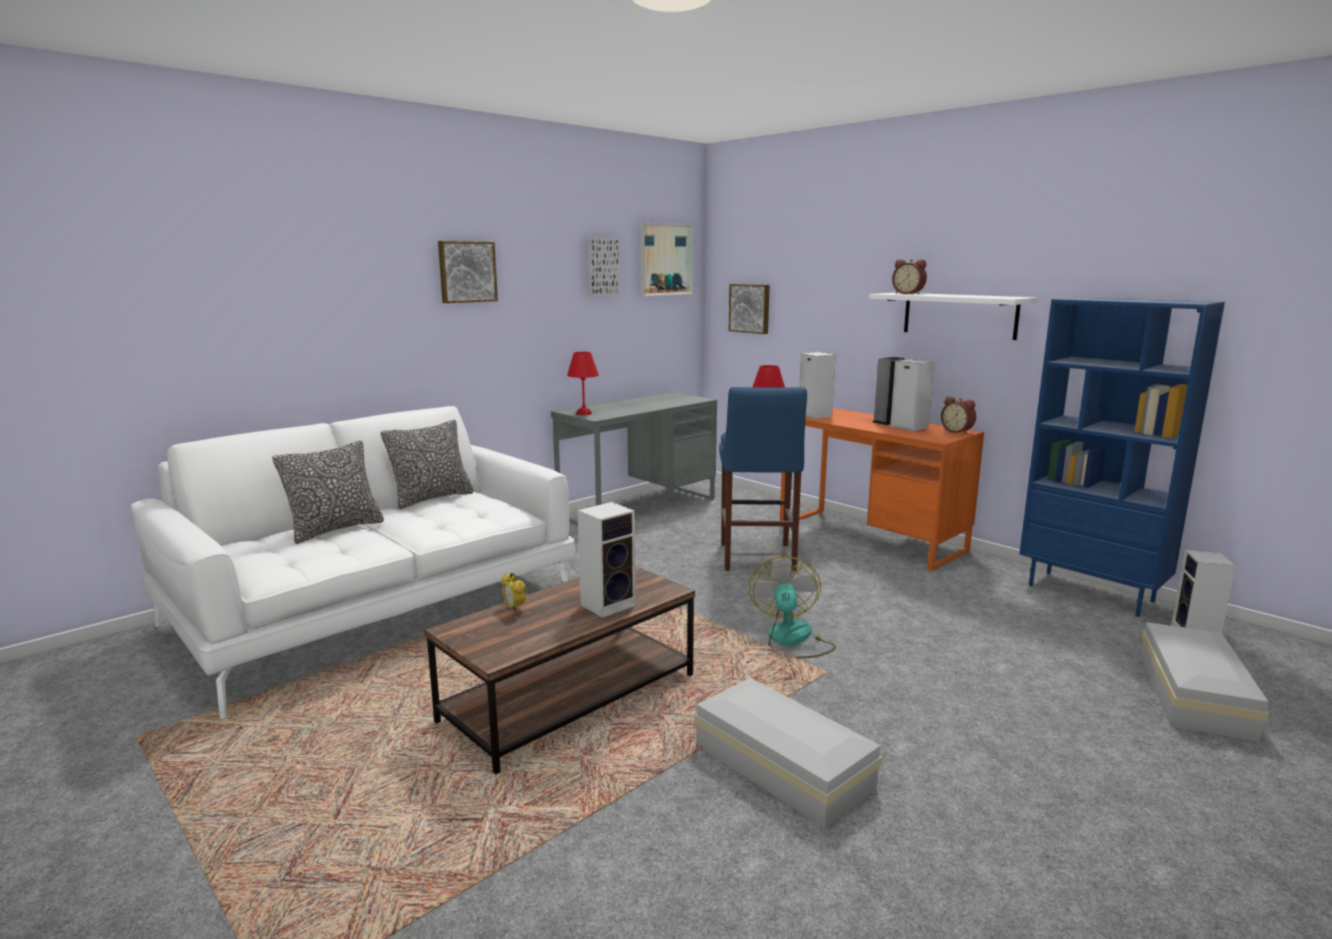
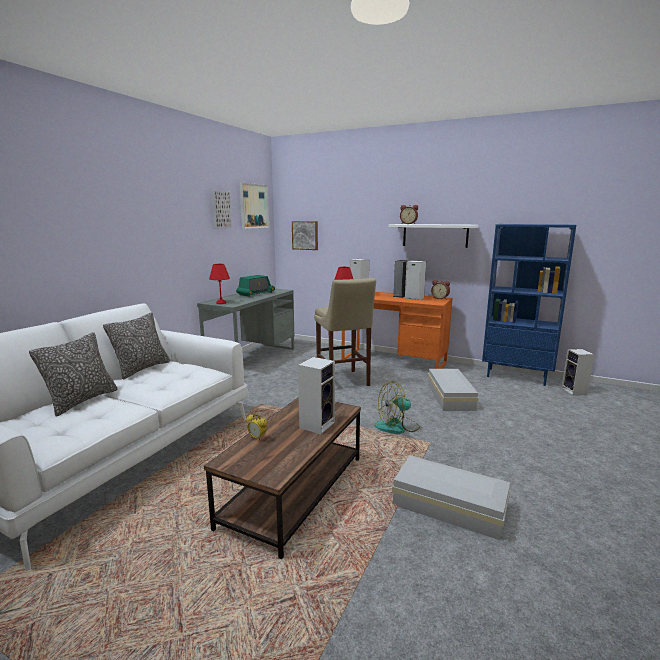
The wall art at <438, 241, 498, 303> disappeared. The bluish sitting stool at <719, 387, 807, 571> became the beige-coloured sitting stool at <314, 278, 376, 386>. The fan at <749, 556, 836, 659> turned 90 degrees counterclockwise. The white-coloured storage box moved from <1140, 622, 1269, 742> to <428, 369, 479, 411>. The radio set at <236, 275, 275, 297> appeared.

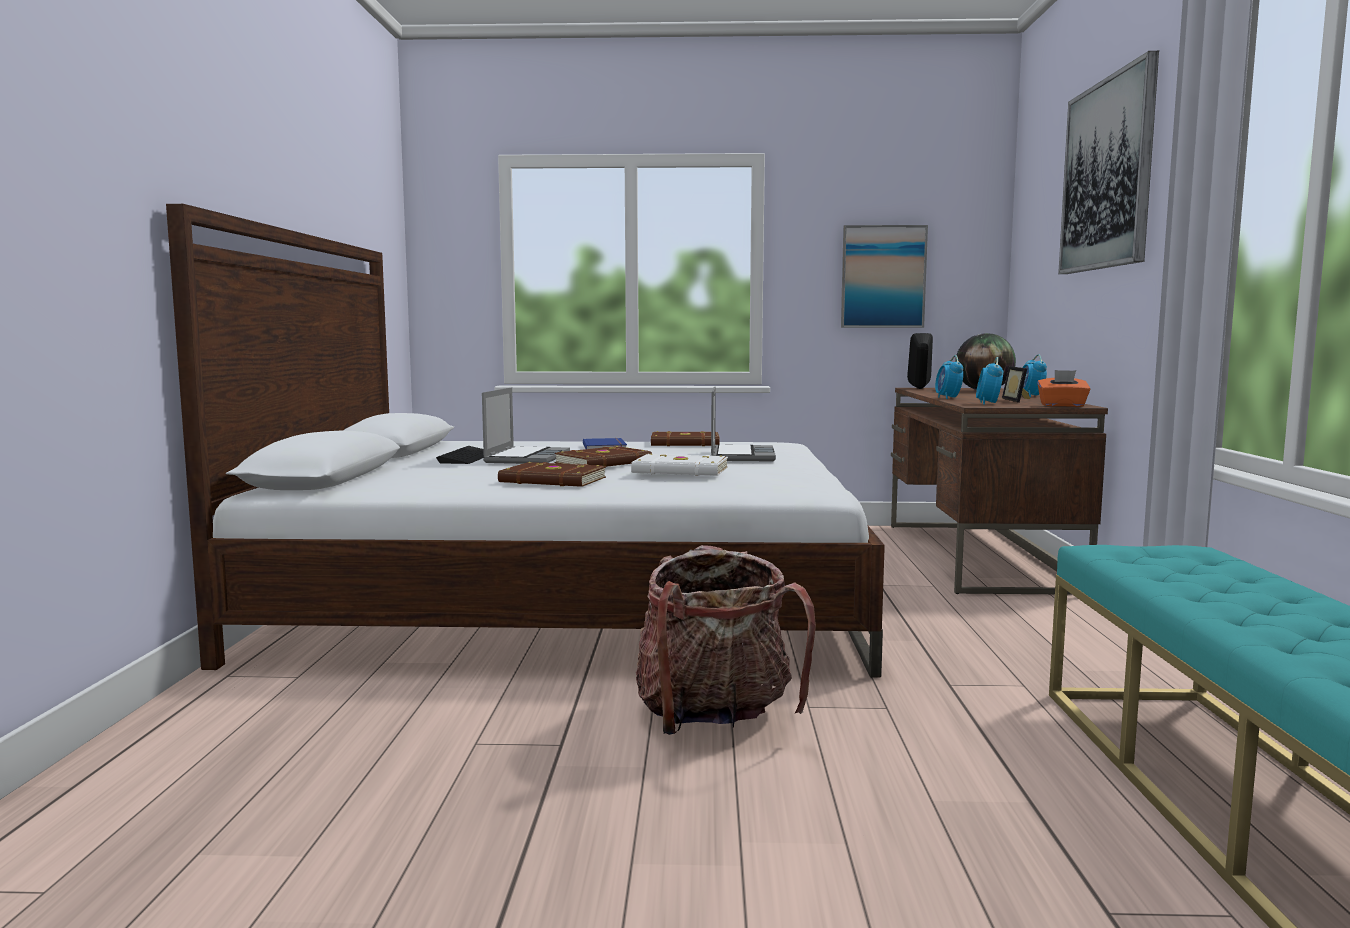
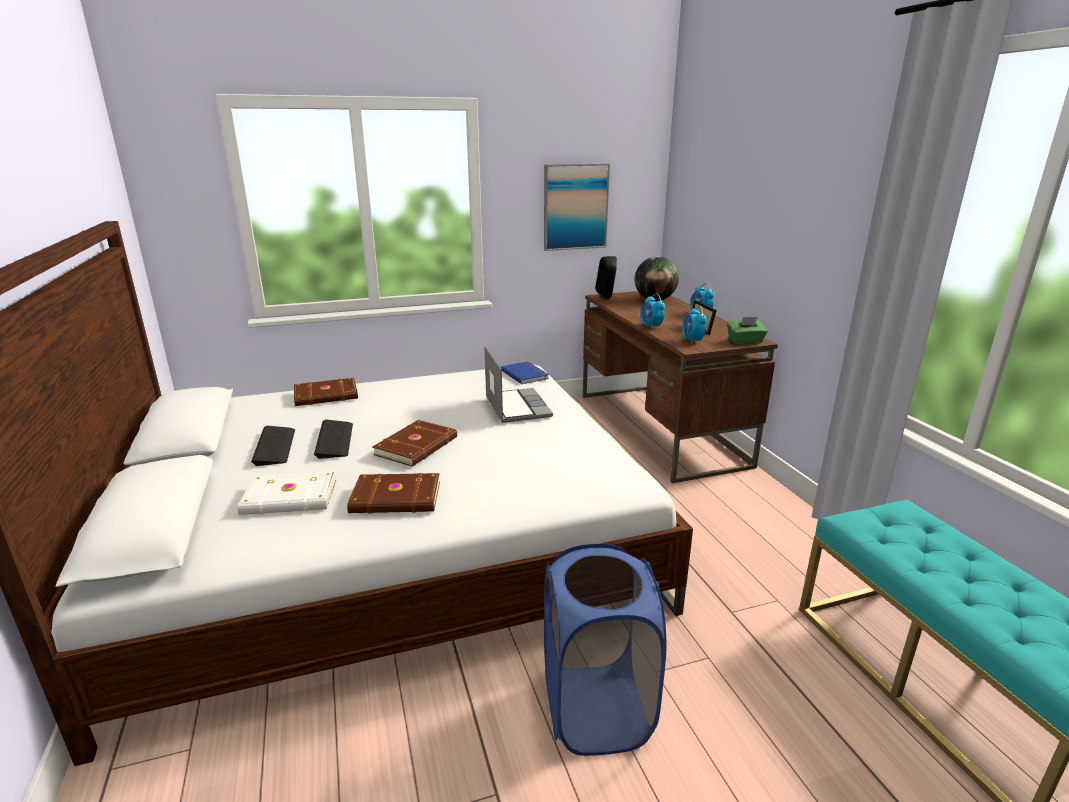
The notebook computer at <482, 387, 570, 464> was replaced by the keyboard at <314, 420, 353, 459>. The bluish book moved from <583, 438, 627, 449> to <501, 361, 549, 384>. The white-coloured book moved from <631, 453, 728, 476> to <237, 472, 337, 515>. The knapsack at <636, 545, 816, 735> was replaced by the bluish laundry basket at <544, 544, 667, 756>. The brown book moved from <651, 431, 719, 446> to <294, 378, 358, 406>. The orangey box of tissues at <1037, 370, 1091, 407> became the greenish box of tissues at <727, 317, 768, 344>. The wall art at <1058, 51, 1159, 274> disappeared.

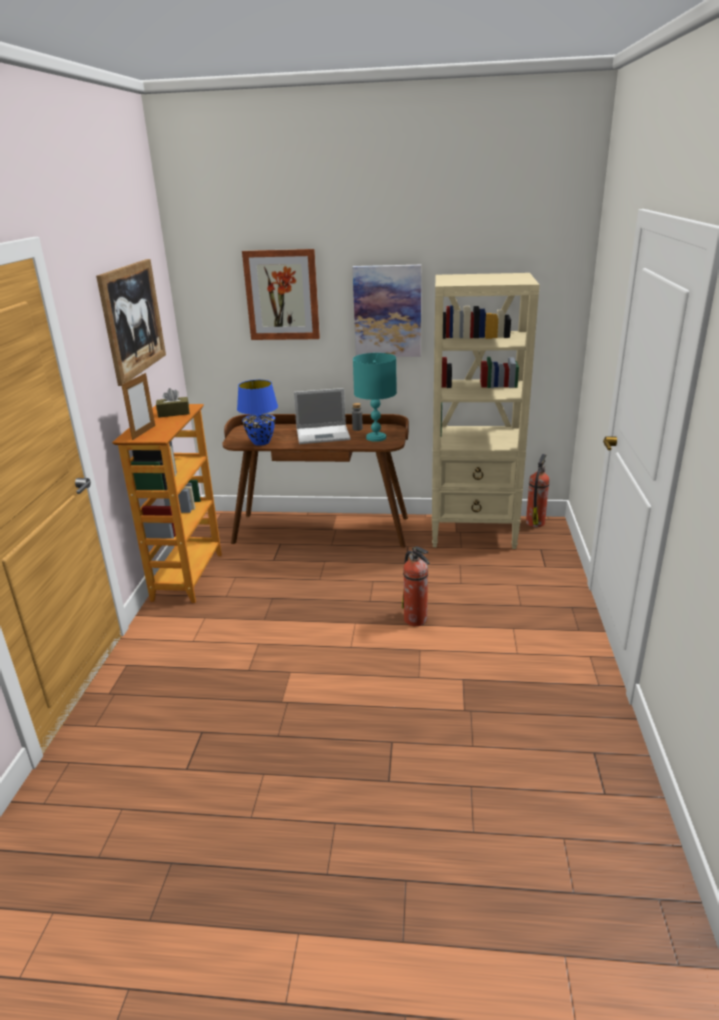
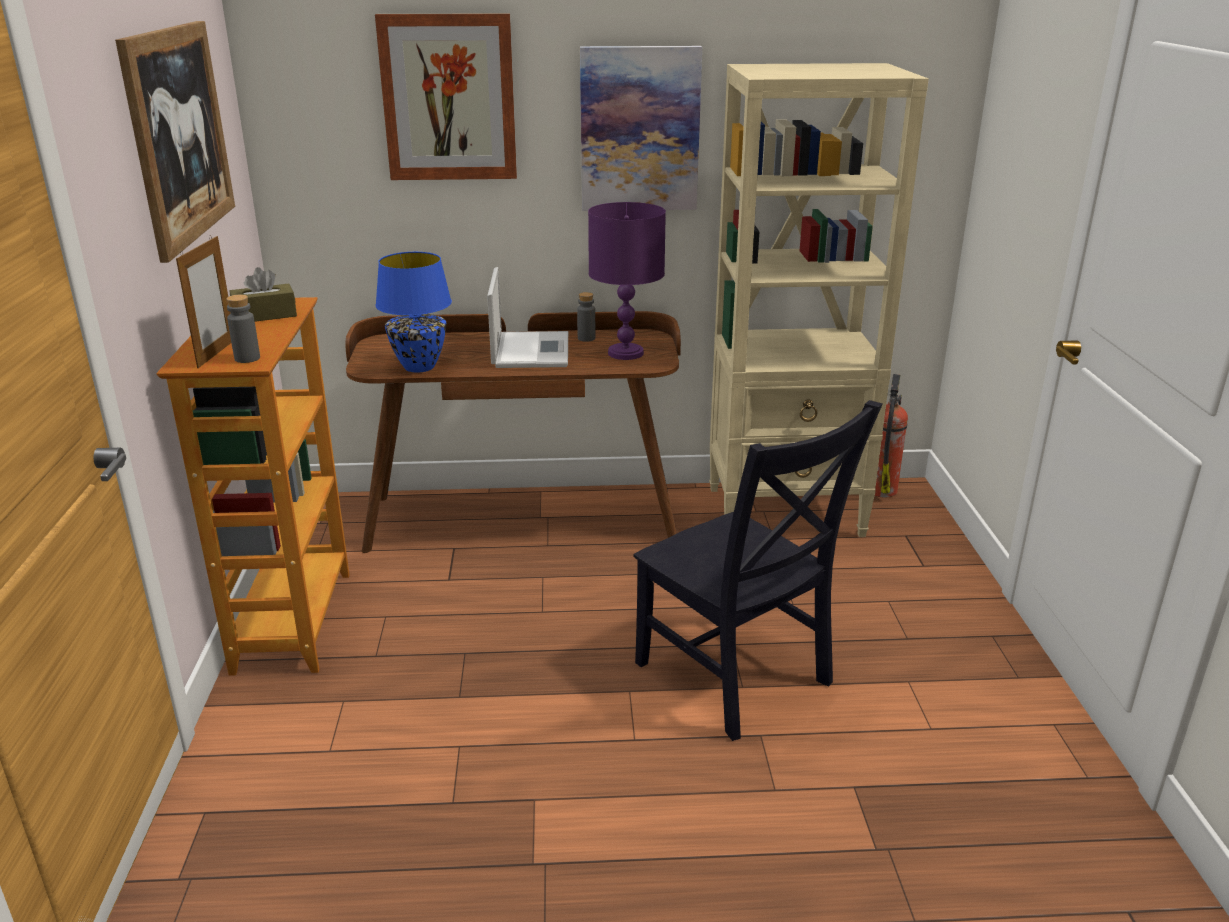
The notebook computer at <294, 388, 351, 444> turned 75 degrees counterclockwise. The turquoise table lamp at <353, 353, 397, 442> became the purple-coloured table lamp at <588, 202, 666, 360>. The fire-fighting cylinder at <402, 546, 430, 626> was replaced by the black-coloured upright chair at <634, 400, 883, 741>. The grey bottle at <226, 295, 260, 363> appeared.

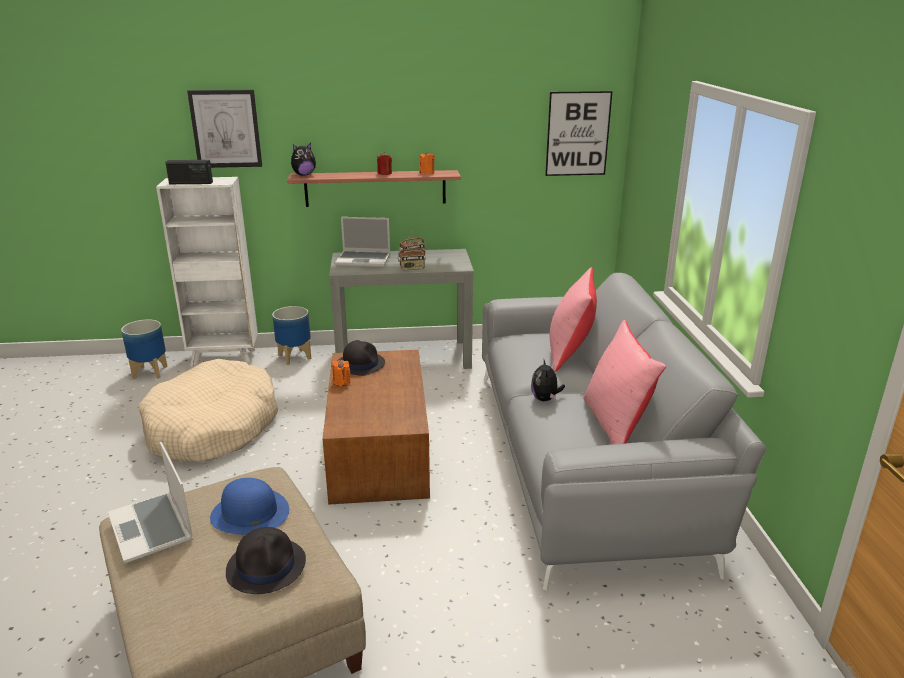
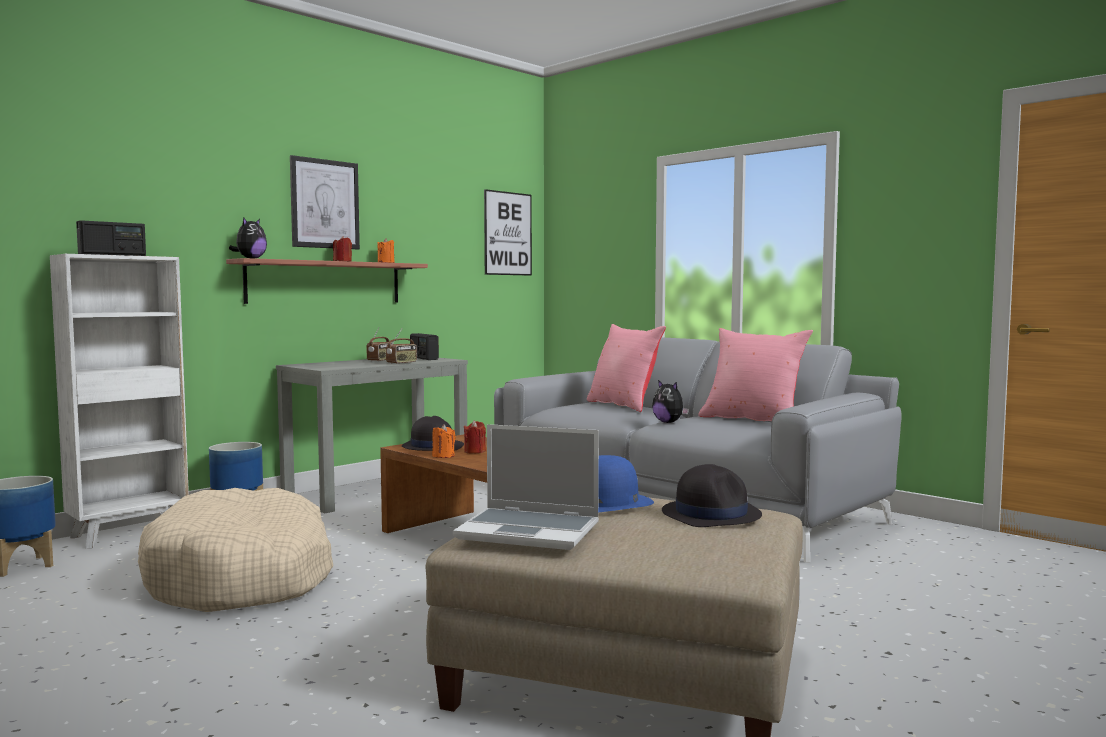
The wall art moved from <187, 90, 262, 168> to <290, 155, 360, 249>. The notebook computer at <335, 217, 390, 267> disappeared. The radio set at <410, 333, 439, 360> appeared. The red-coloured candle at <464, 420, 486, 454> appeared.

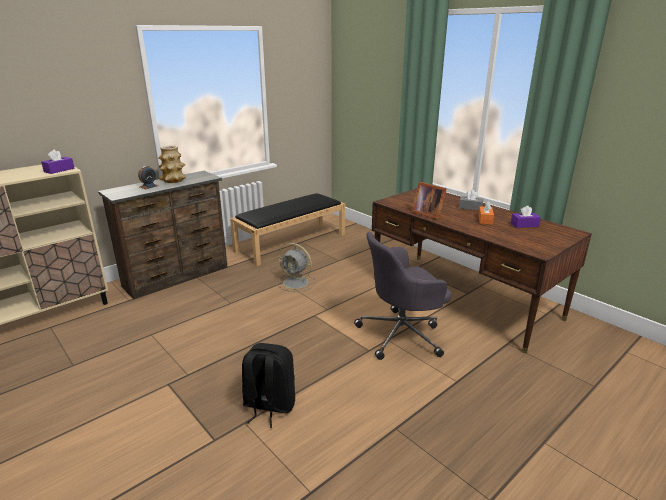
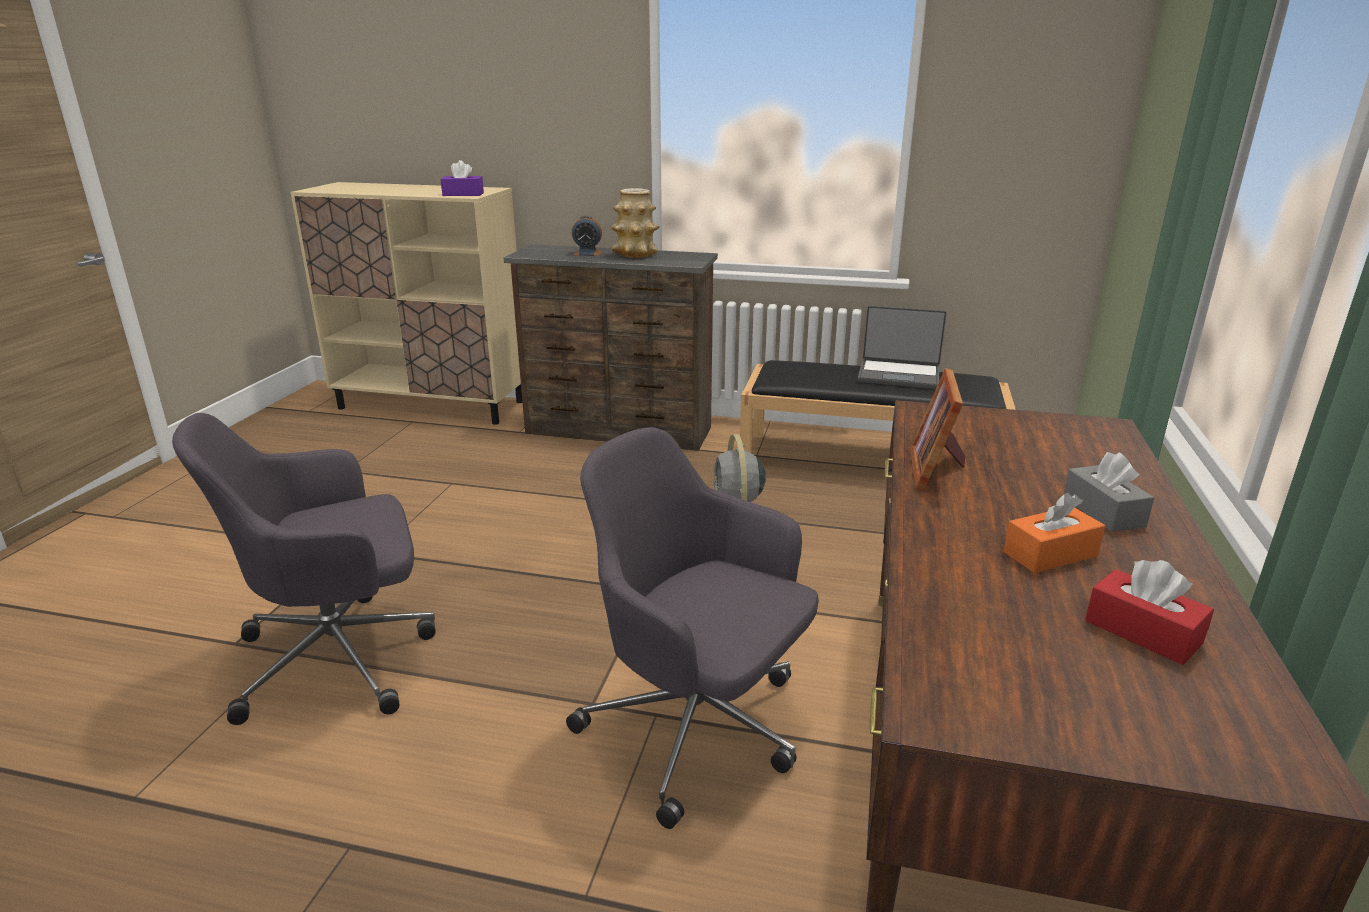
The black-coloured knapsack at <242, 343, 295, 428> was replaced by the grey office chair at <172, 413, 436, 725>. The purple-coloured box of tissues at <511, 206, 541, 228> became the red-coloured box of tissues at <1085, 560, 1214, 665>. The notebook computer at <858, 305, 946, 389> appeared.

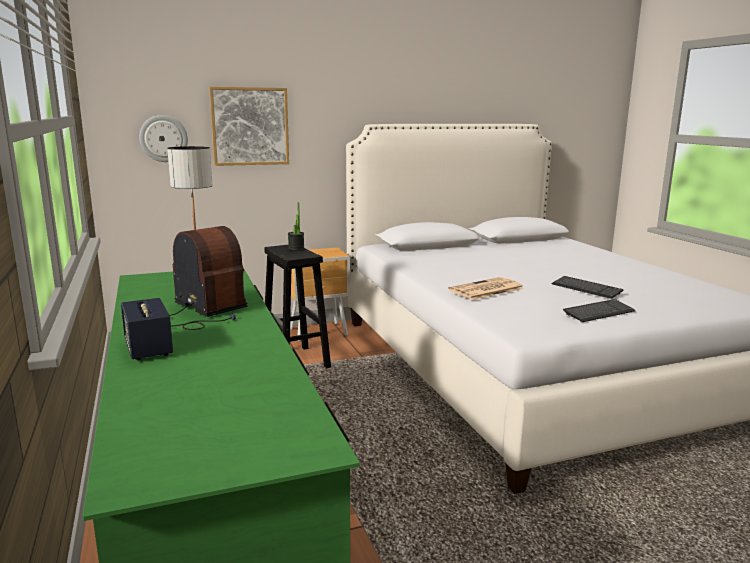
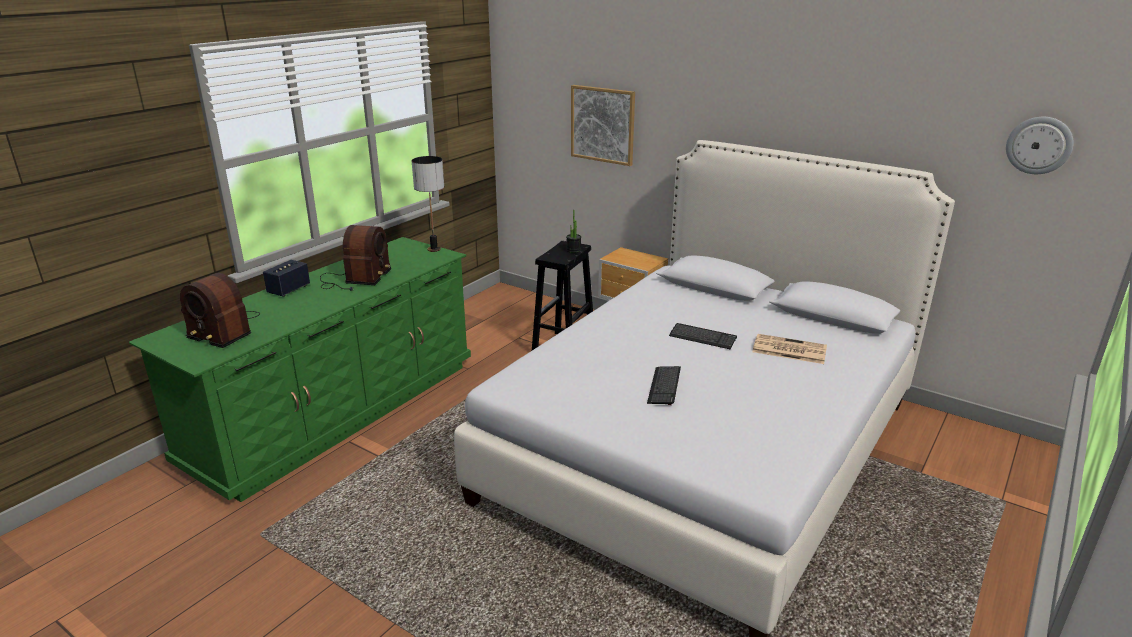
The hanging clock moved from <139, 115, 188, 162> to <1006, 117, 1074, 174>. The newspaper moved from <448, 277, 524, 300> to <752, 334, 827, 364>. The keyboard moved from <563, 299, 636, 322> to <669, 323, 737, 349>. The radio set at <180, 273, 260, 348> appeared.

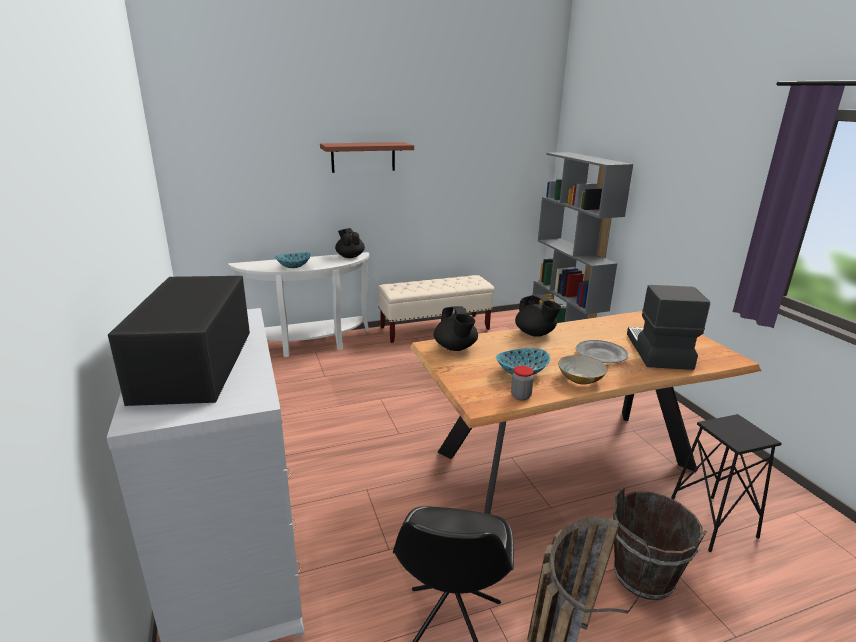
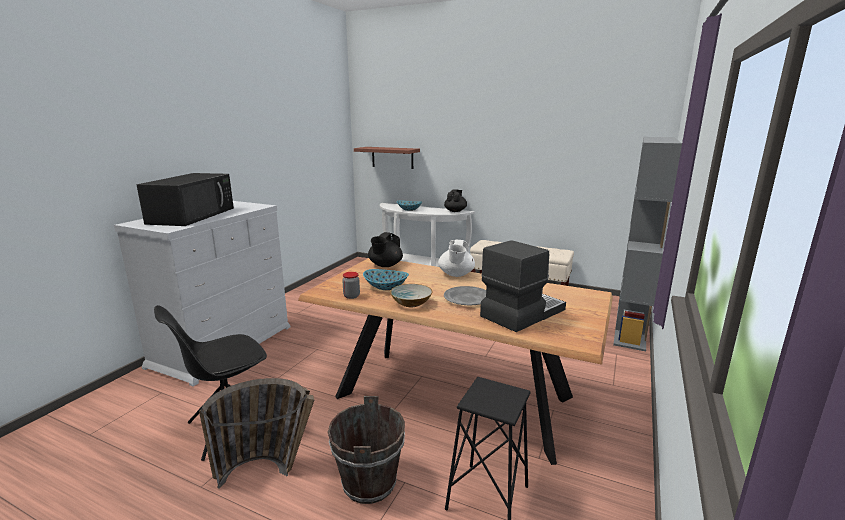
The black-coloured microwave oven at <108, 276, 250, 406> turned 150 degrees clockwise. The wall shelf moved from <320, 142, 414, 173> to <354, 147, 420, 169>. The black-coloured teapot at <515, 294, 561, 337> became the white-coloured teapot at <438, 240, 475, 277>.

